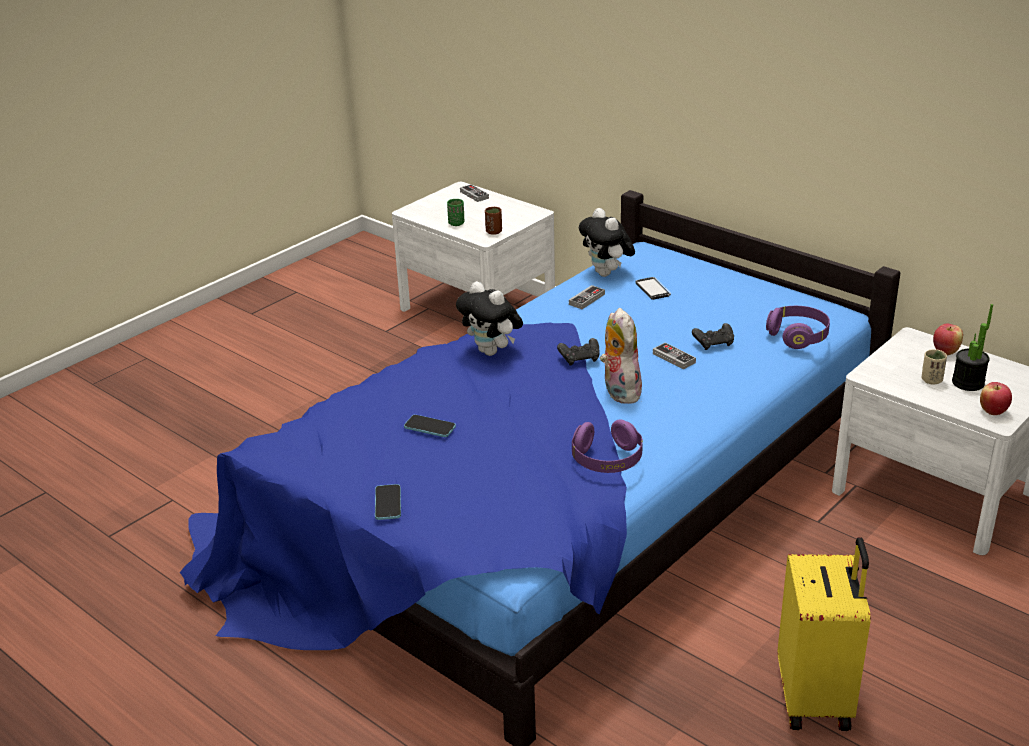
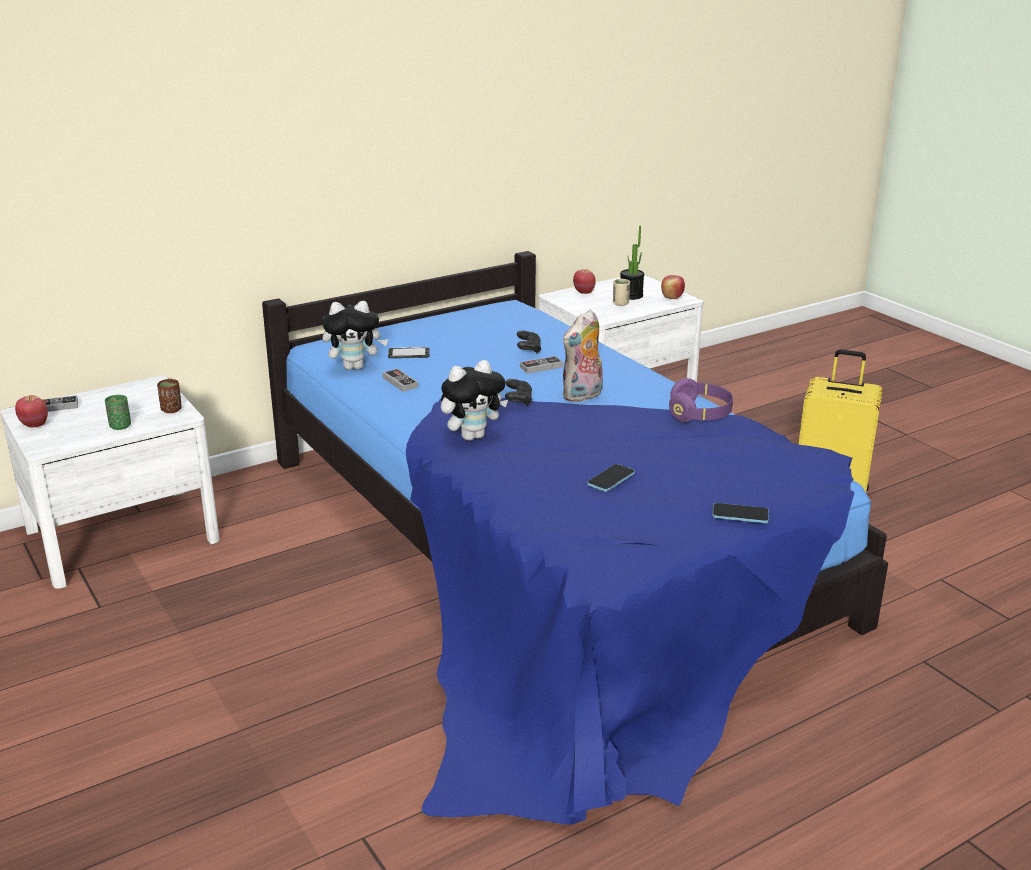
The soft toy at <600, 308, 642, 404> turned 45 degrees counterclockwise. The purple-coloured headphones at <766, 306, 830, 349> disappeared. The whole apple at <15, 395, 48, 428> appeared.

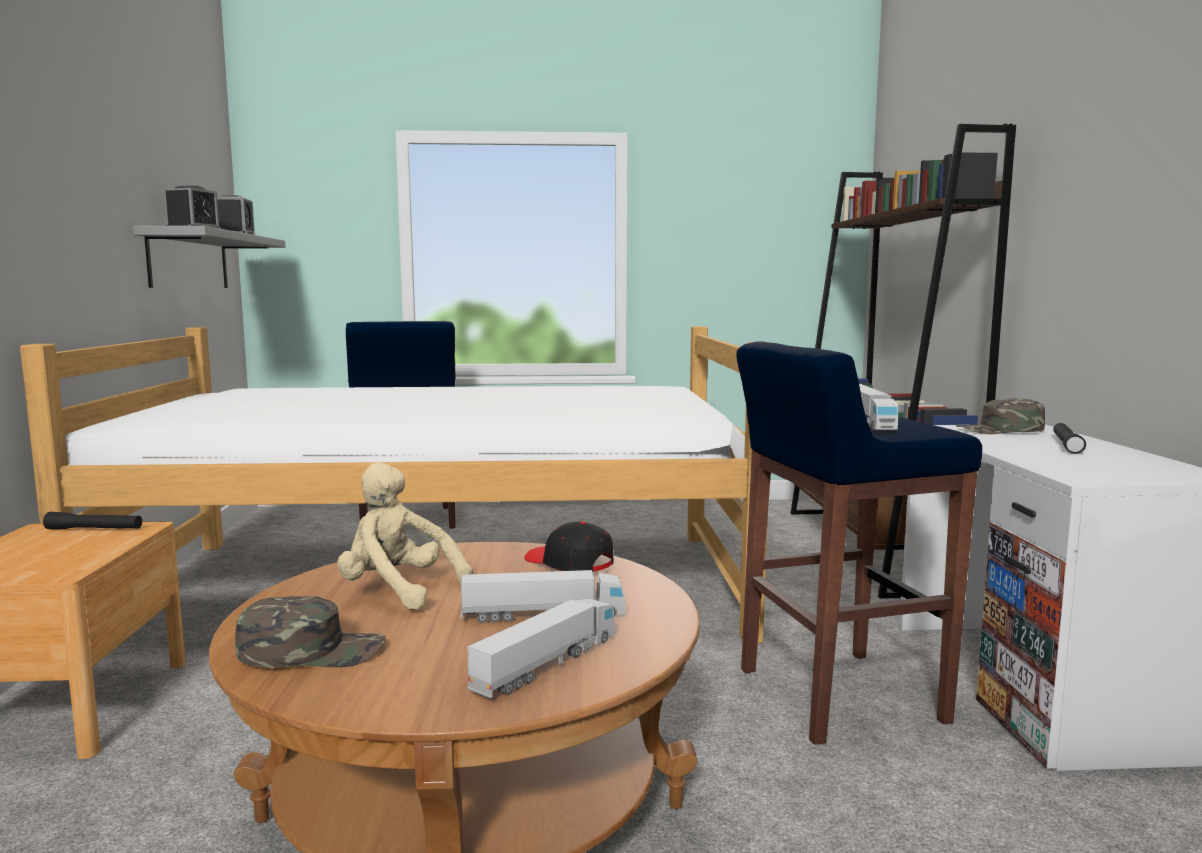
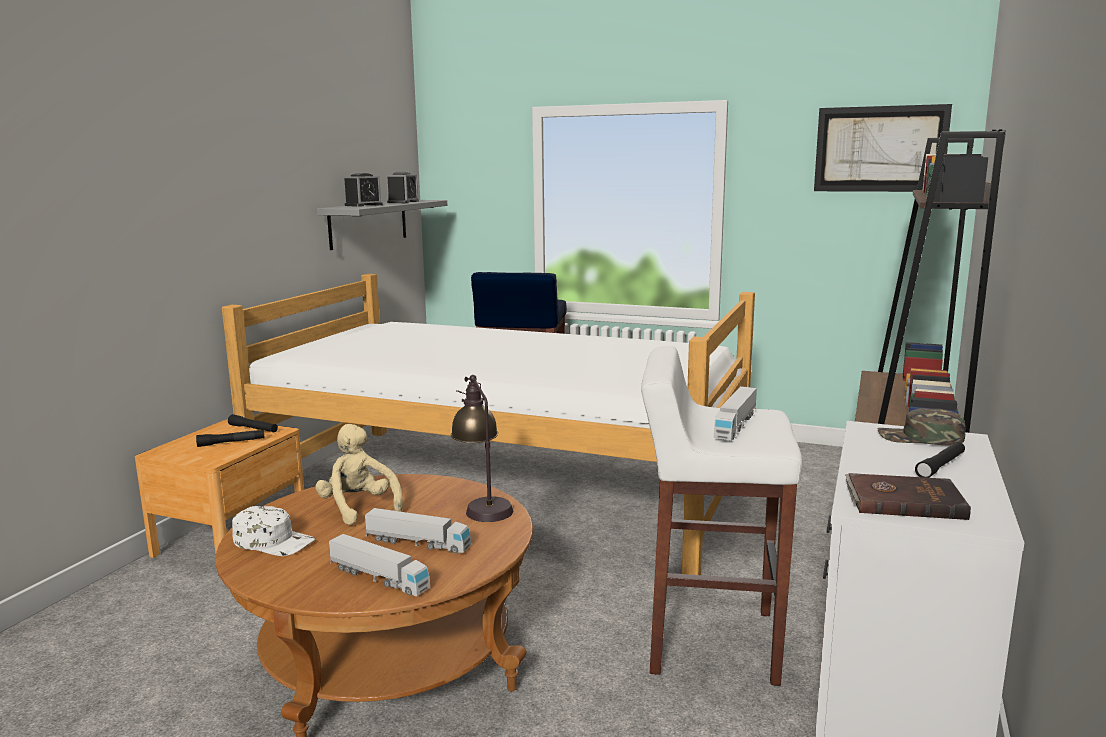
The greenish peaked cap at <235, 596, 386, 668> became the white-coloured peaked cap at <232, 506, 315, 556>. The toy lorry at <467, 599, 615, 698> turned 60 degrees clockwise. The black-coloured peaked cap at <524, 521, 614, 572> was replaced by the table lamp at <451, 375, 513, 522>. The bluish sitting stool at <736, 341, 982, 745> became the white-coloured sitting stool at <641, 346, 802, 686>. The black-coloured hand torch at <196, 430, 264, 447> appeared. The wall art at <814, 104, 952, 192> appeared. The brown book at <845, 473, 971, 520> appeared.

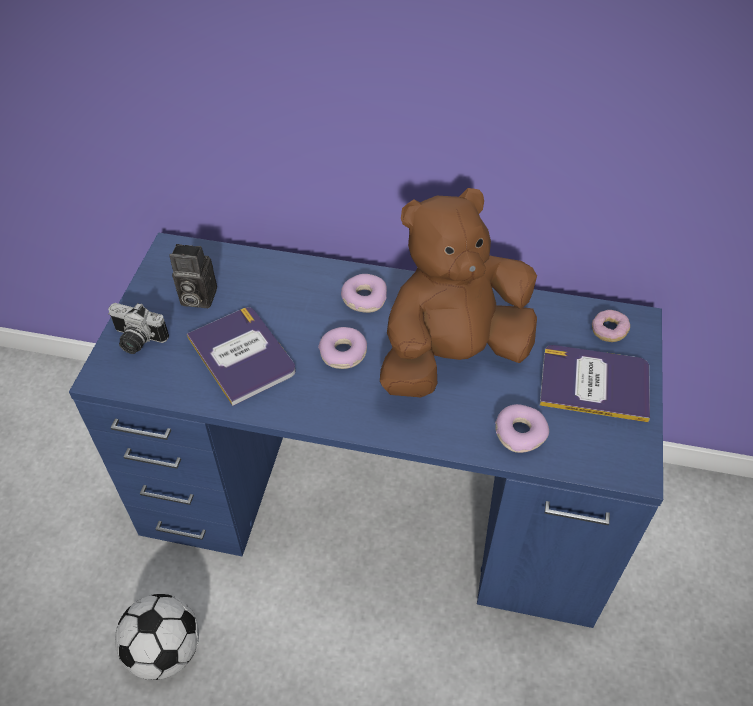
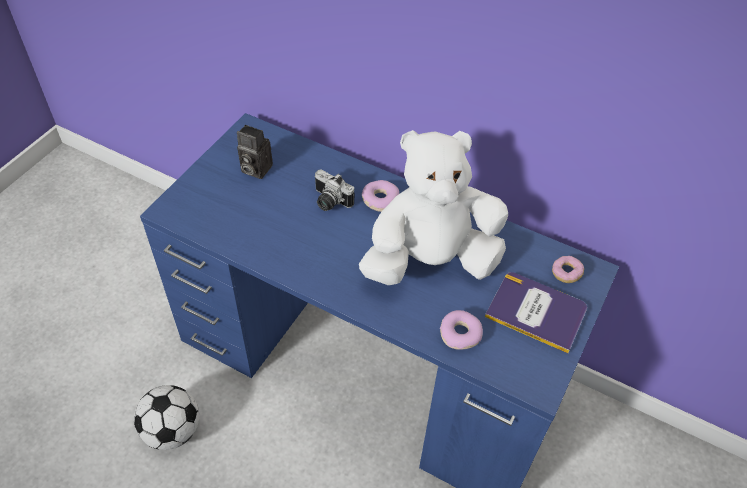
The still camera moved from <108, 303, 169, 354> to <314, 169, 354, 211>. The book at <187, 307, 296, 406> disappeared. The doughnut at <318, 327, 367, 369> disappeared. The brown soft toy at <380, 188, 537, 397> became the white-coloured soft toy at <359, 130, 508, 285>.

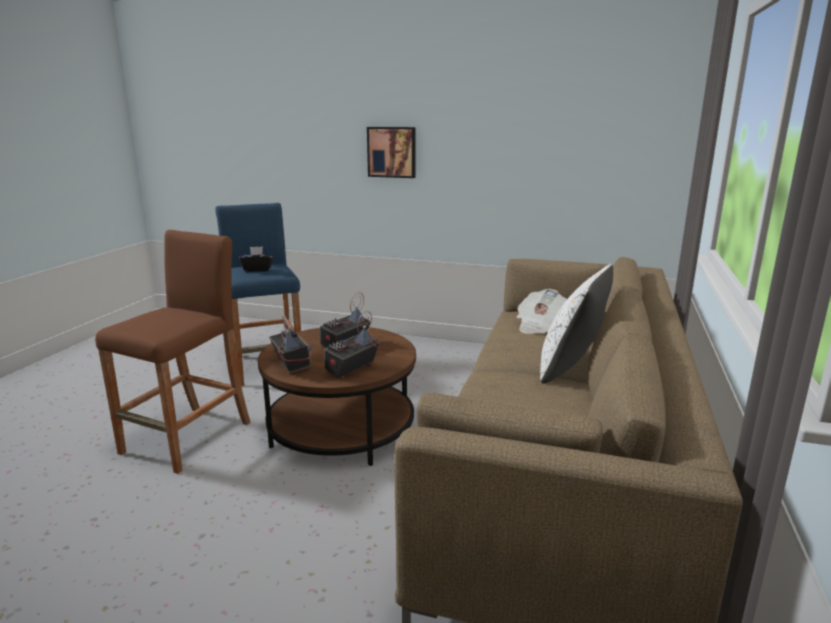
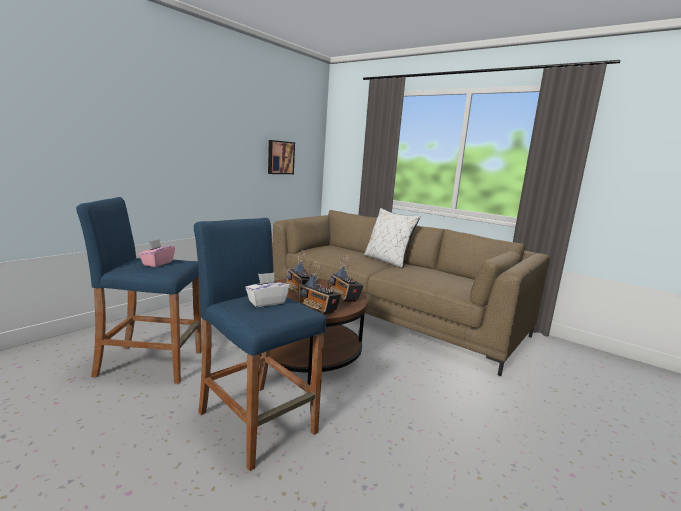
The brown sitting stool at <95, 230, 251, 474> became the bluish sitting stool at <194, 218, 326, 471>. The black-coloured box of tissues at <240, 247, 273, 272> became the pink-coloured box of tissues at <139, 239, 175, 267>. The radio set at <269, 315, 312, 374> turned 135 degrees counterclockwise. The wall art moved from <367, 127, 415, 178> to <268, 140, 295, 174>. The newspaper at <517, 289, 567, 334> disappeared. The white-coloured box of tissues at <245, 272, 290, 307> appeared.

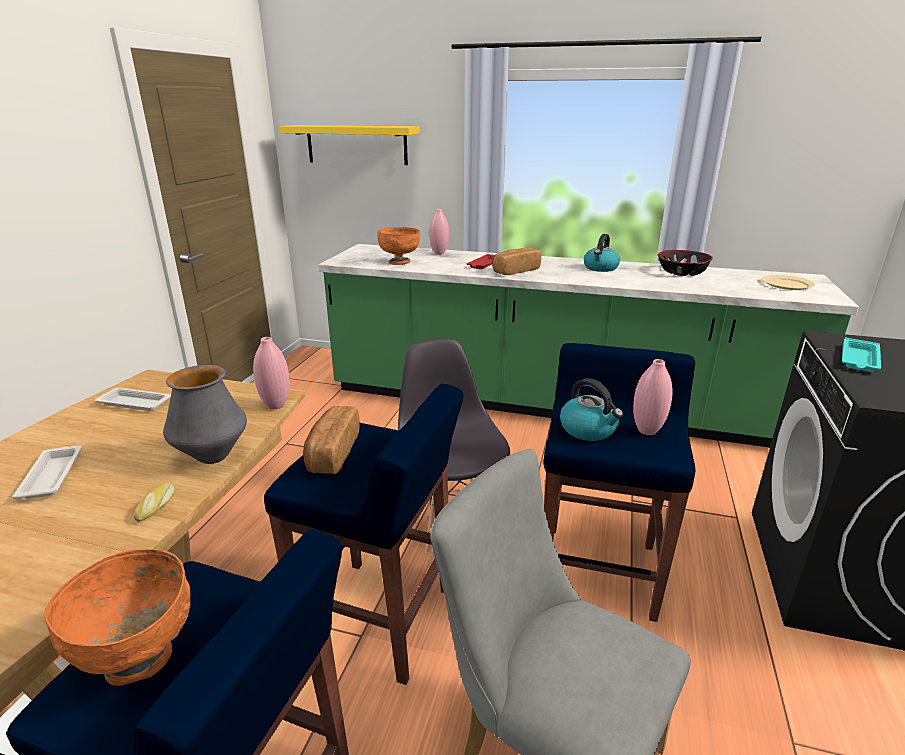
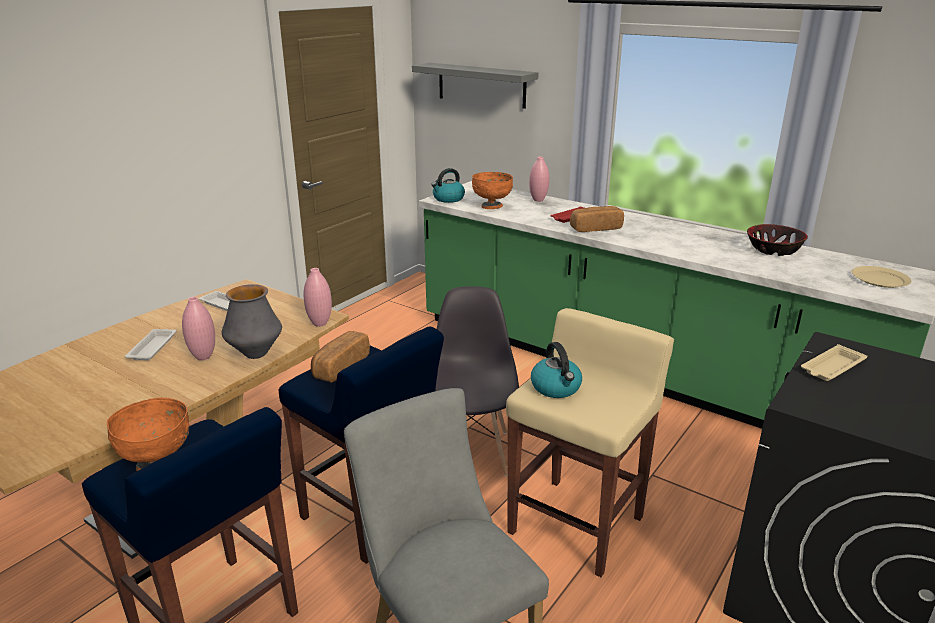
The baked bread at <134, 482, 175, 522> disappeared. The yellow-coloured wall shelf at <279, 125, 420, 165> became the grey wall shelf at <412, 63, 539, 109>. The bluish sitting stool at <543, 343, 695, 622> became the beige-coloured sitting stool at <506, 308, 674, 577>. The water kettle moved from <584, 234, 620, 272> to <431, 168, 465, 203>. The pink-coloured vase moved from <633, 359, 673, 435> to <182, 297, 215, 360>. The turquoise carrying tray at <842, 338, 881, 372> became the beige-coloured carrying tray at <801, 344, 867, 381>.

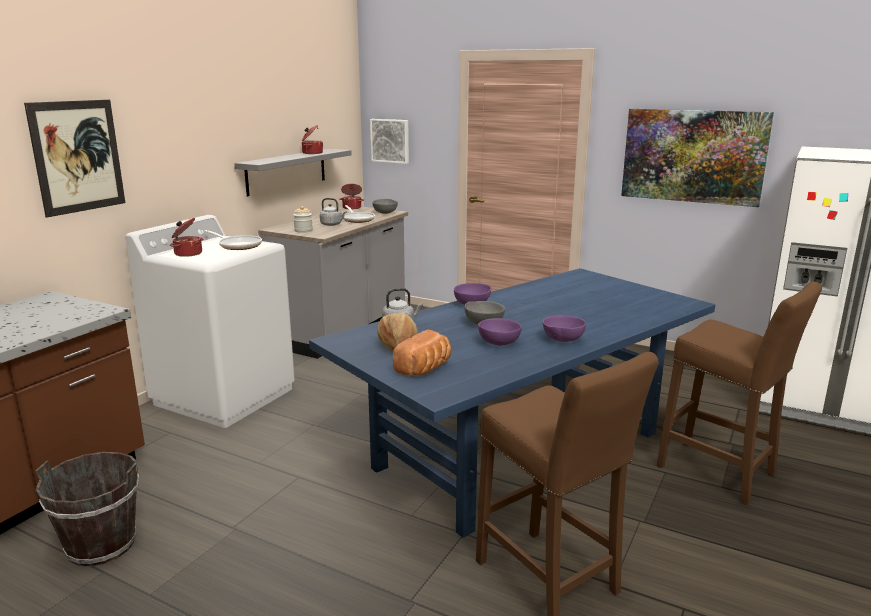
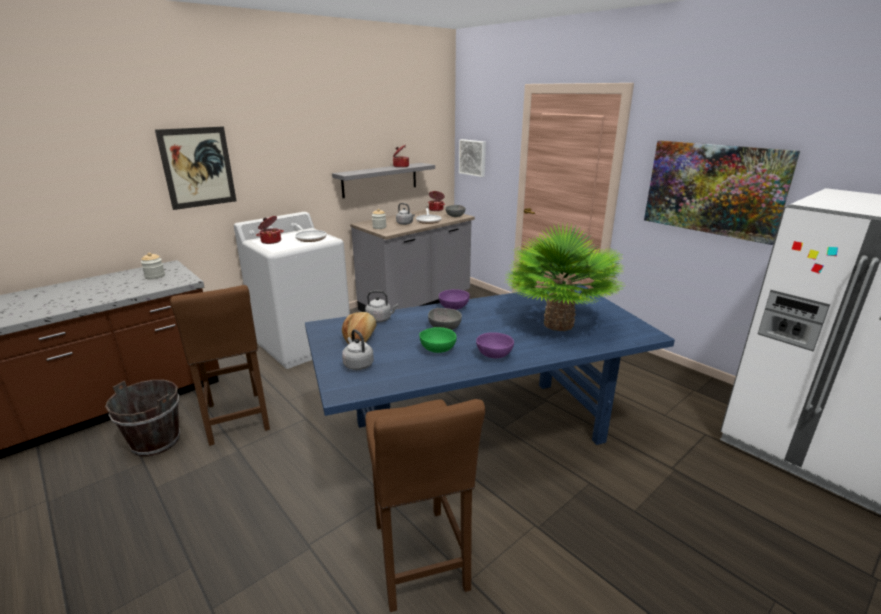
The baked bread at <393, 330, 451, 376> was replaced by the grey water kettle at <342, 329, 374, 370>. The purple-coloured deep dish at <478, 318, 522, 345> became the greenish deep dish at <419, 327, 457, 353>. The brown sitting stool moved from <656, 282, 822, 506> to <170, 285, 270, 446>. The preserve jar at <141, 253, 165, 279> appeared. The houseplant at <506, 223, 625, 331> appeared.

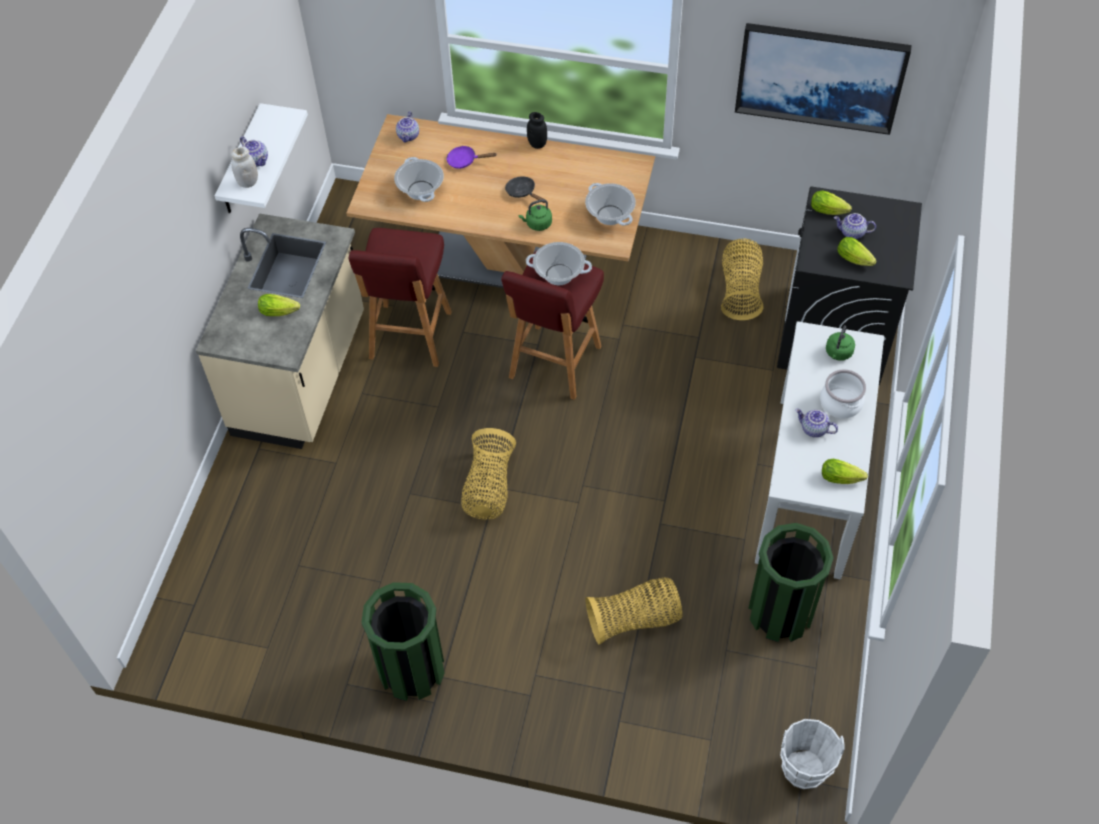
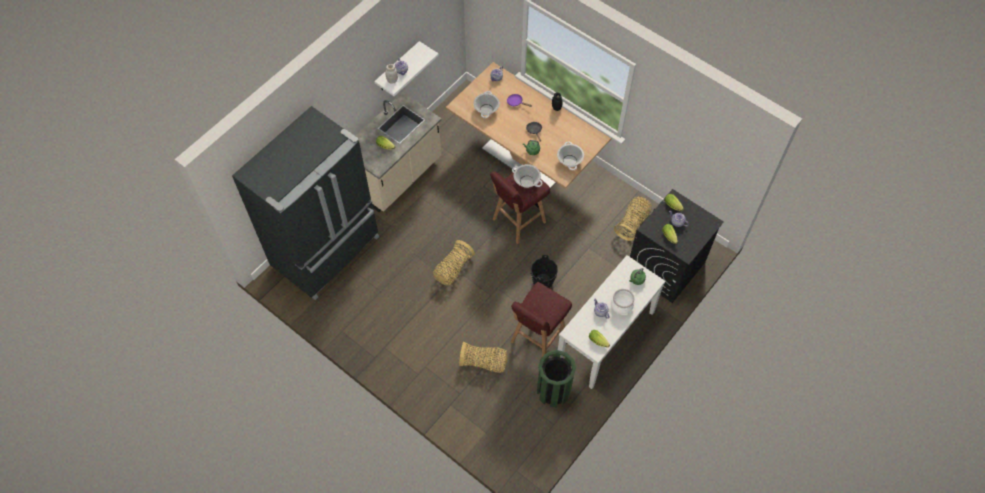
The red-coloured sitting stool moved from <348, 228, 452, 367> to <511, 282, 572, 357>. The greenish rubbish bin at <361, 582, 445, 701> disappeared. The wall art at <735, 23, 912, 135> disappeared. The white-coloured pail at <780, 719, 845, 789> disappeared. The black-coloured kitchen fridge at <232, 106, 379, 300> appeared. The black-coloured pail at <530, 254, 558, 288> appeared.

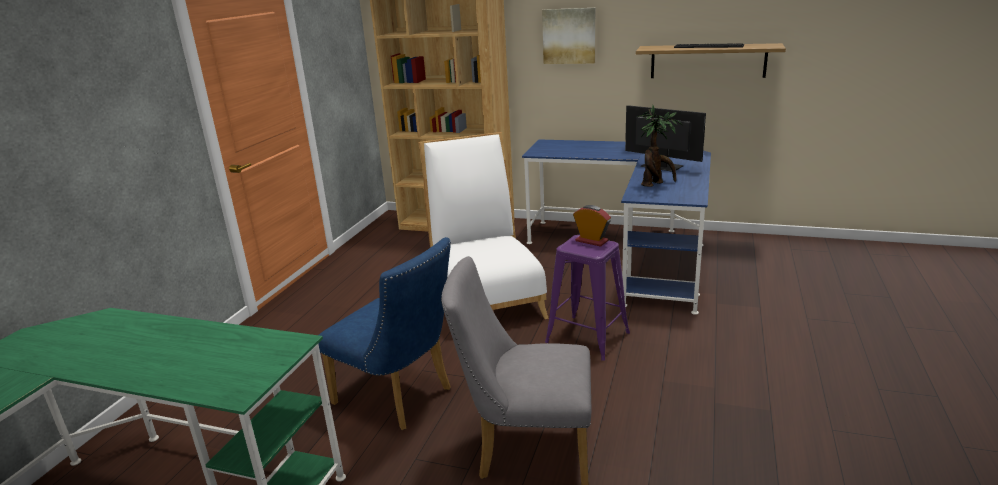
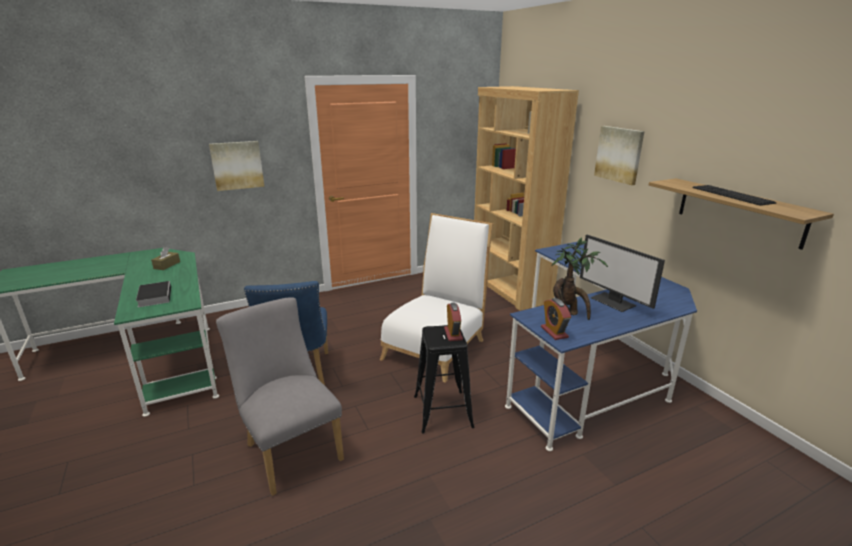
The purple-coloured sitting stool at <545, 235, 630, 361> became the black-coloured sitting stool at <414, 325, 474, 434>. The monitor at <625, 105, 706, 172> turned 150 degrees clockwise. The book at <136, 281, 171, 307> appeared. The brown box of tissues at <151, 247, 180, 270> appeared. The wall art at <209, 141, 264, 191> appeared. The table clock at <541, 298, 571, 340> appeared.

